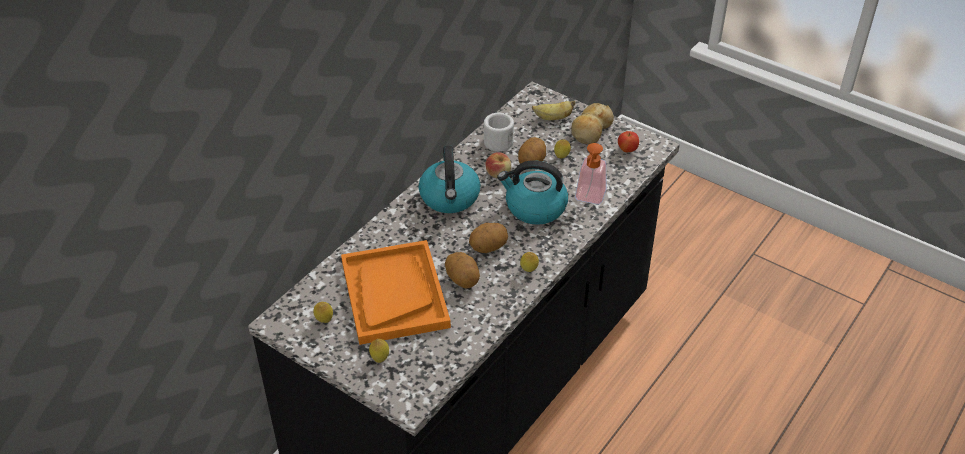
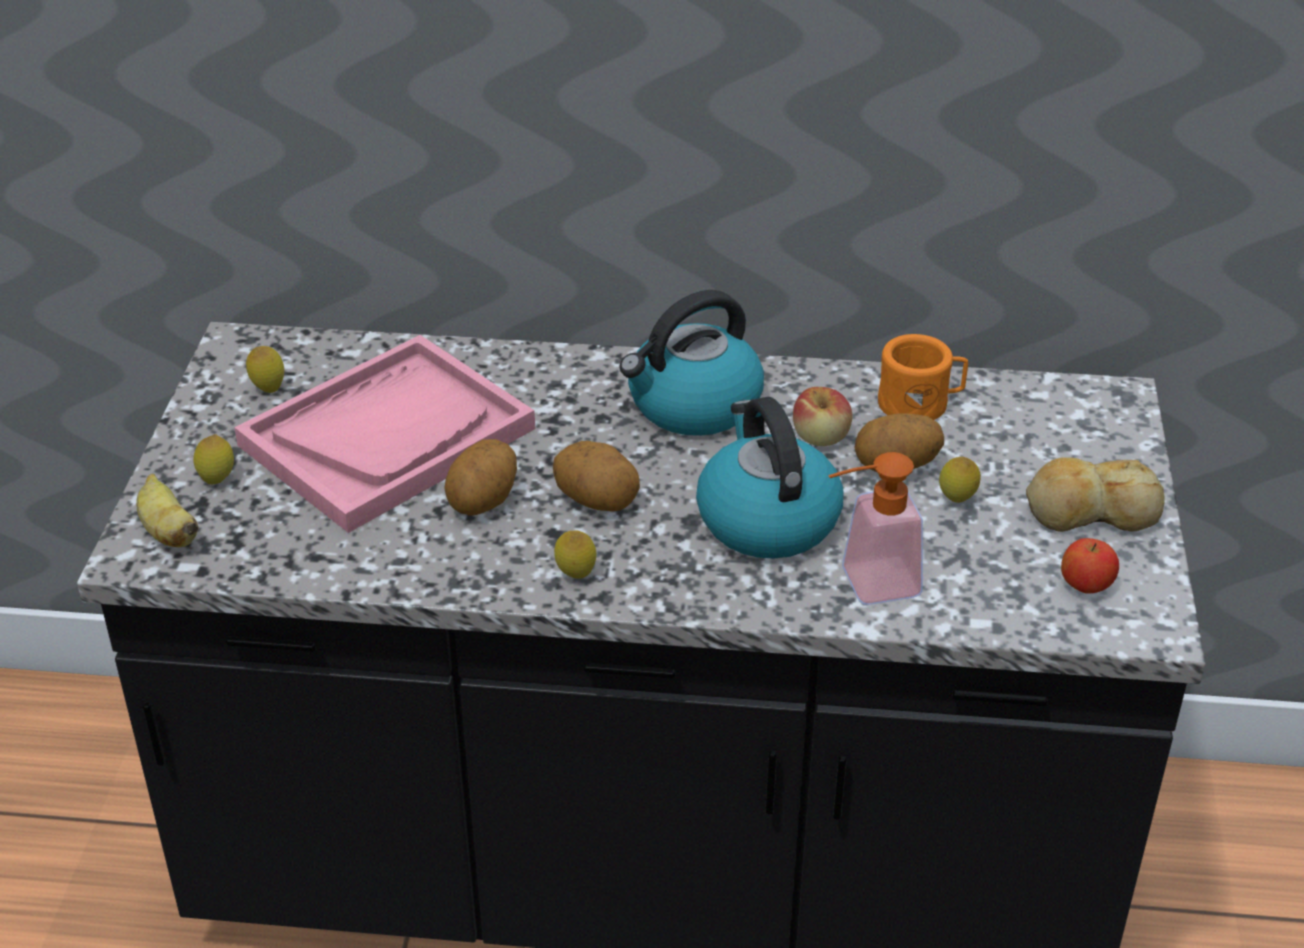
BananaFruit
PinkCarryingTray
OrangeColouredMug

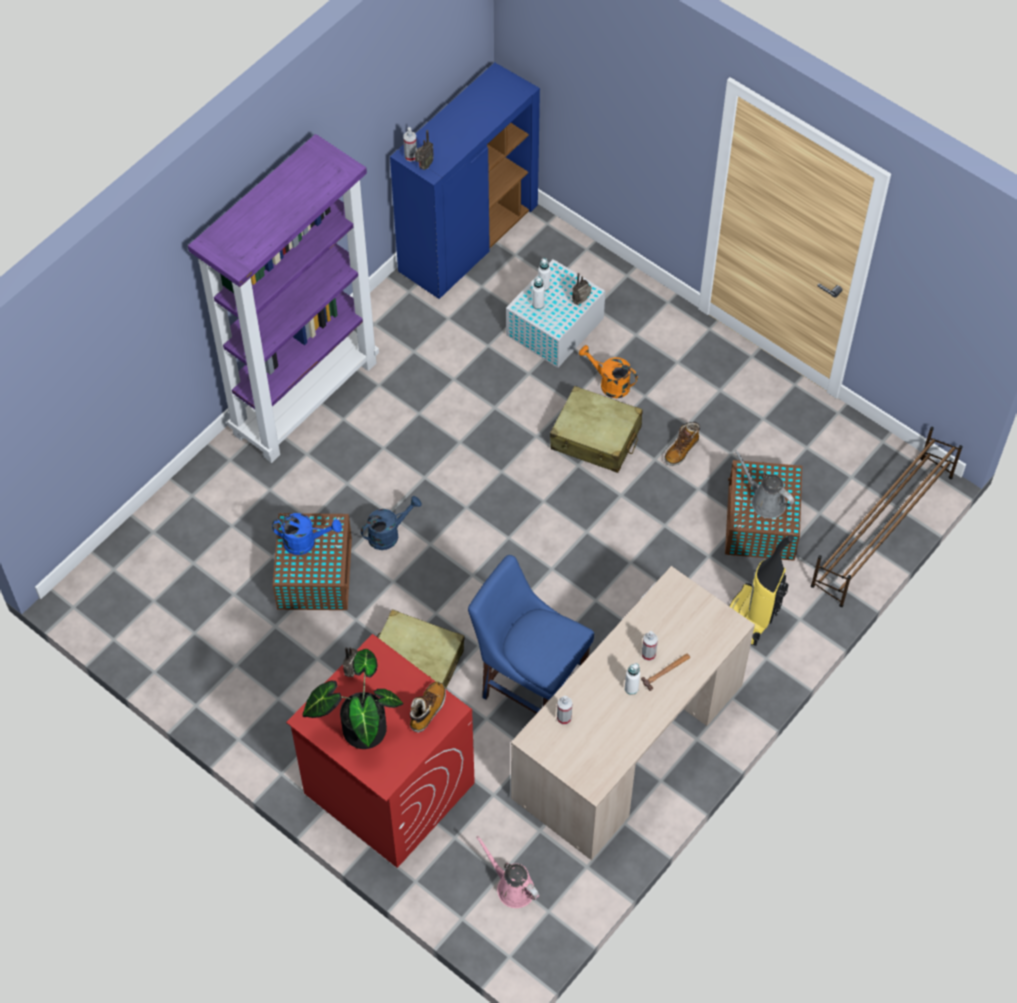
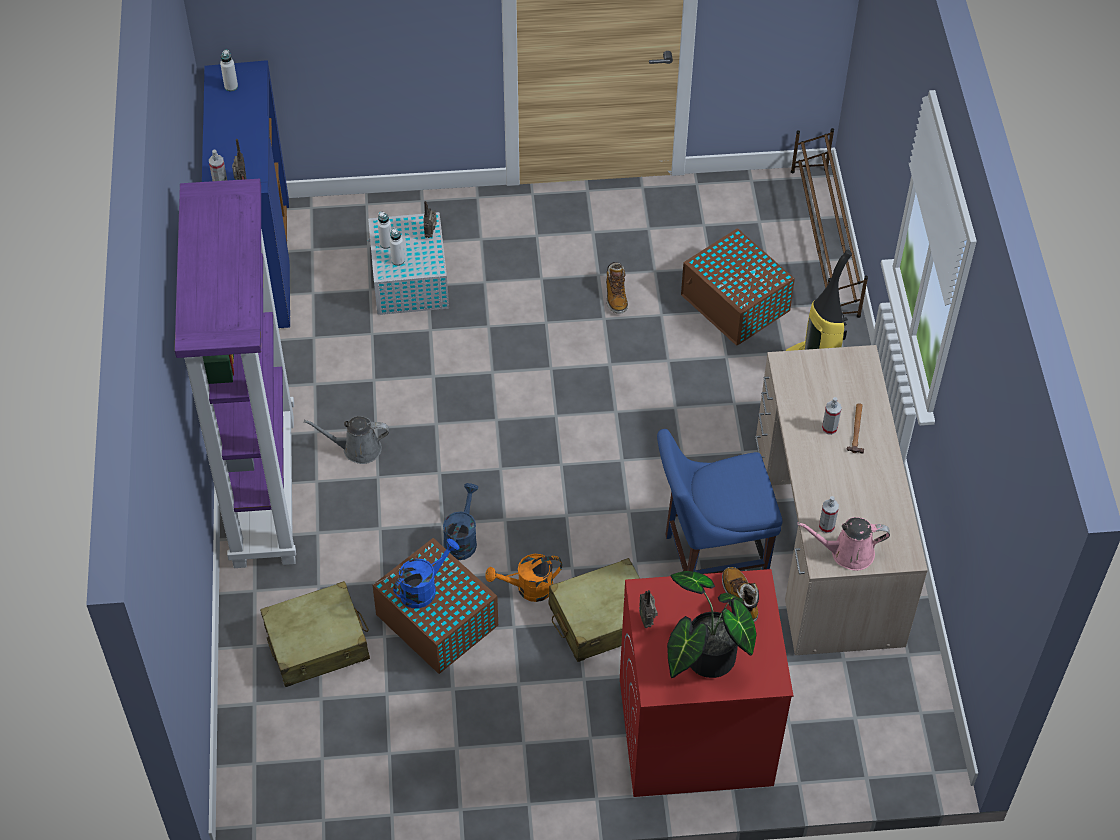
PinkWateringCan
BeigeTravelCase (1st from left)
OrangeColouredWateringCan
WhiteBeverageBottle (1st from left)
GrayWateringCan

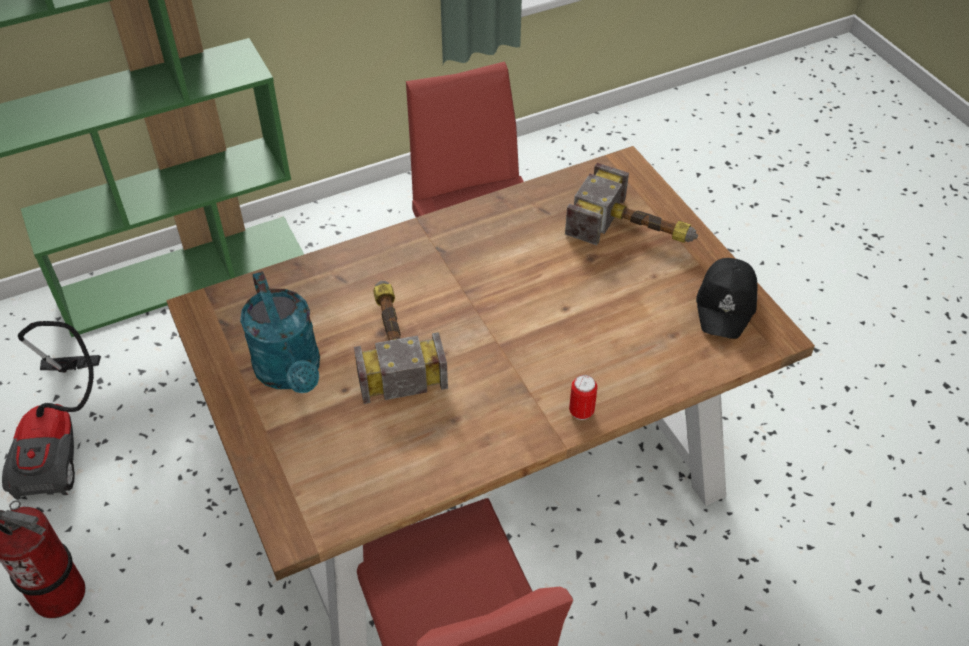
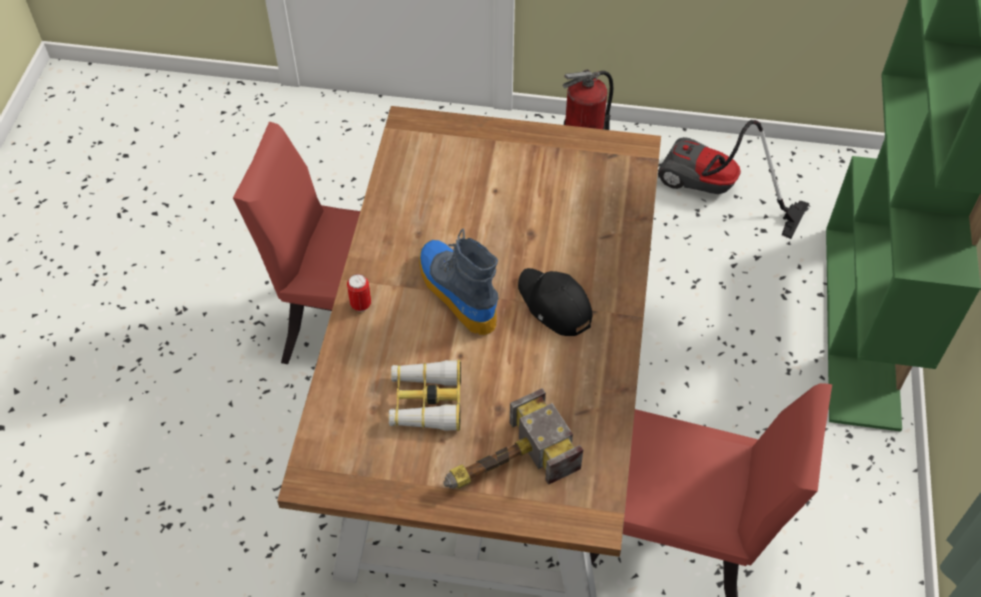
TurquoiseWateringCan
ToolHammer (1st from left in the first image)
Binoculars
Boot
BlackColouredBaseballCap

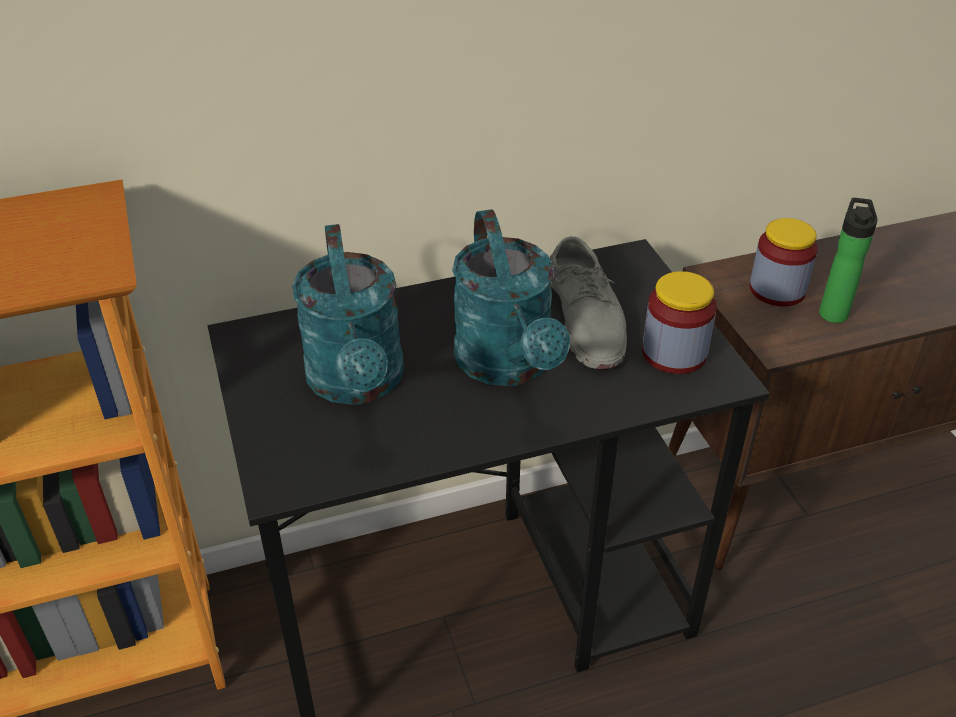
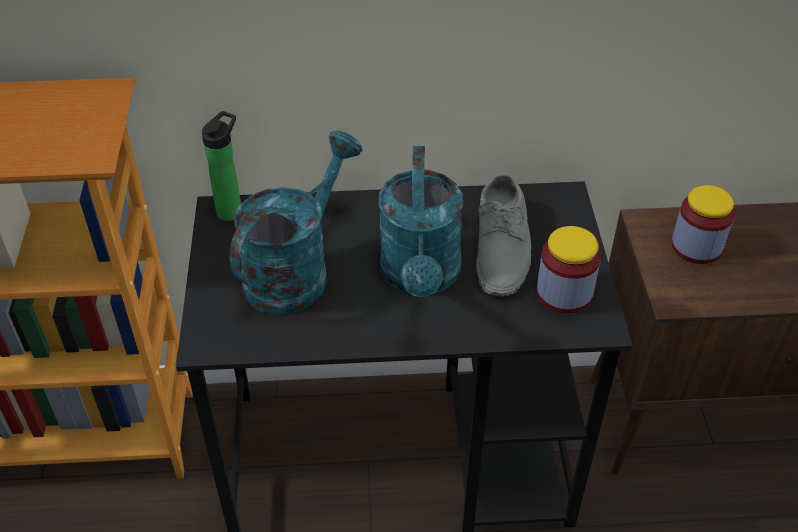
BeverageBottle
TurquoiseWateringCan (1st from left)

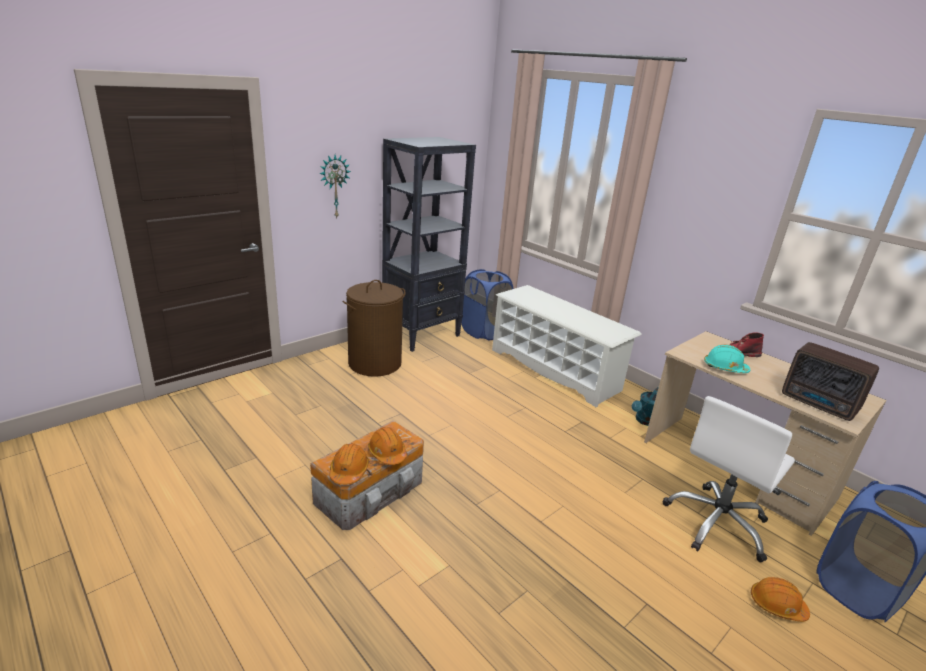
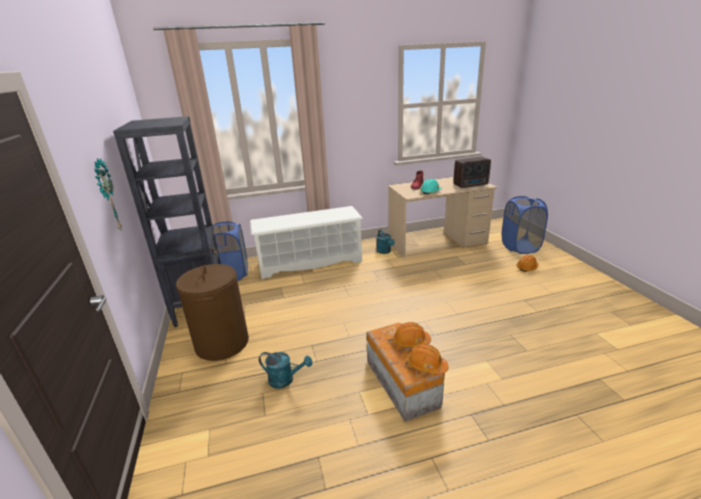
WhiteComputerChair
TurquoiseWateringCan (1st from left)

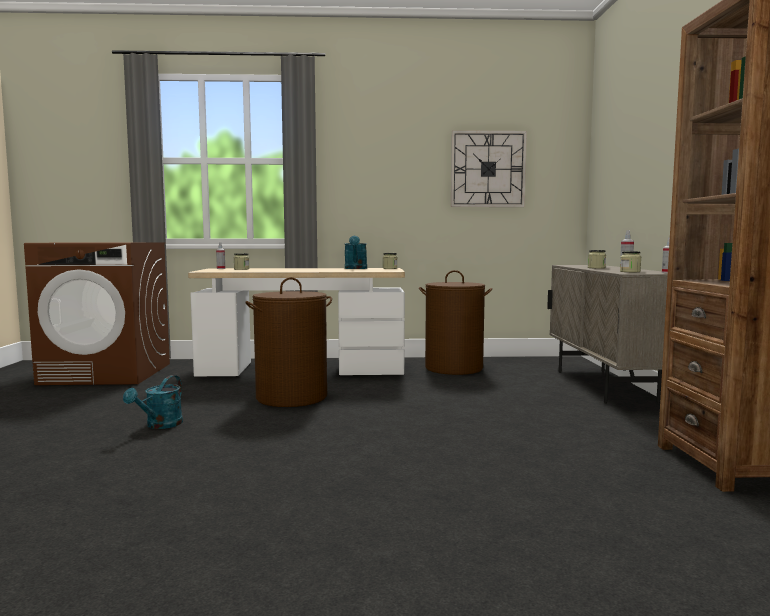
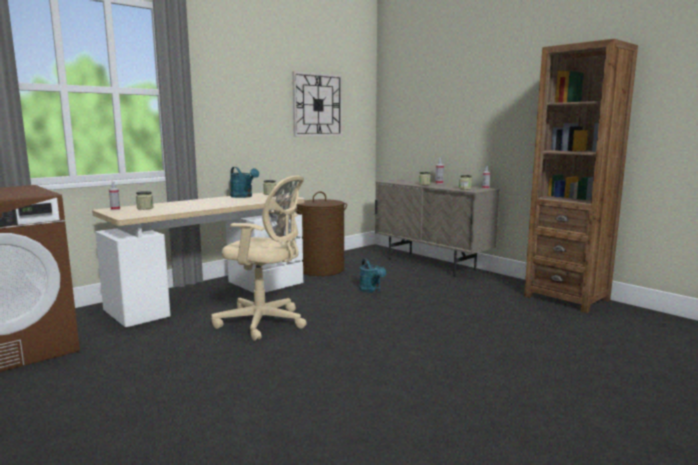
TurquoiseWateringCan (2nd from left)
BeigeComputerChair

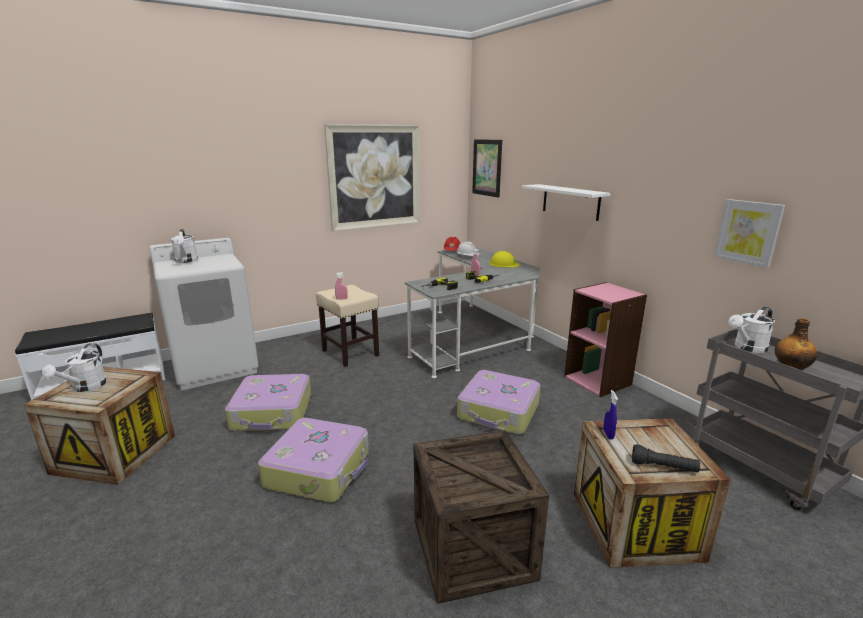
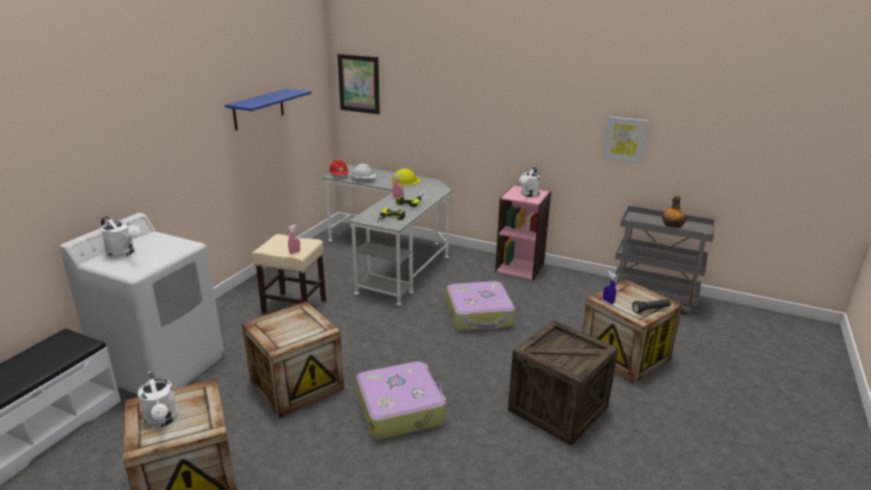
WhiteWallShelf
WhiteWateringCan (3rd from left)
PackingCrate (2nd from left)
BlueWallShelf

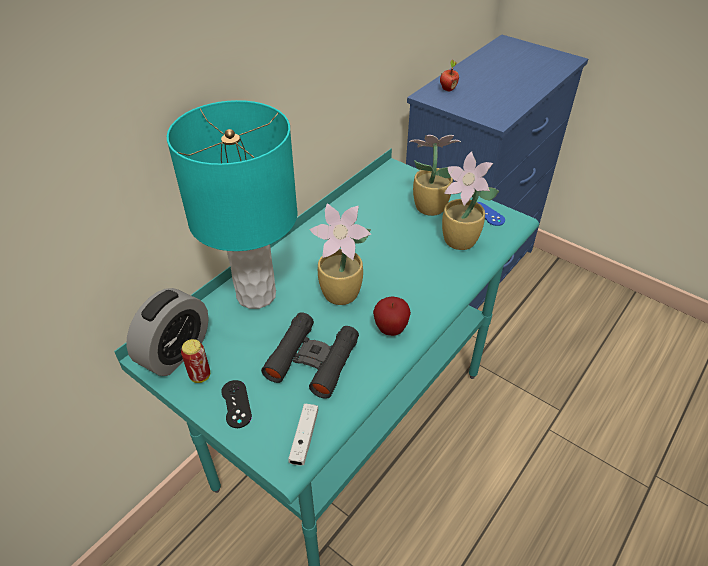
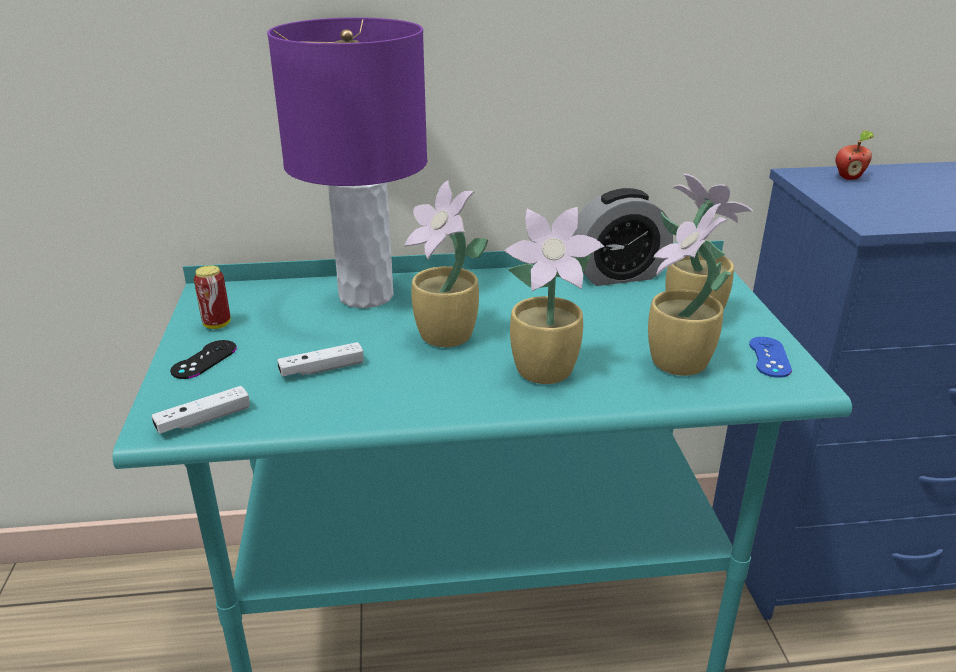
AppleFruit (1st from left in the first image)
PlantInAPot (2nd from left)
AlarmClock
WhiteGameController (2nd from left)
PurplishLampForATable

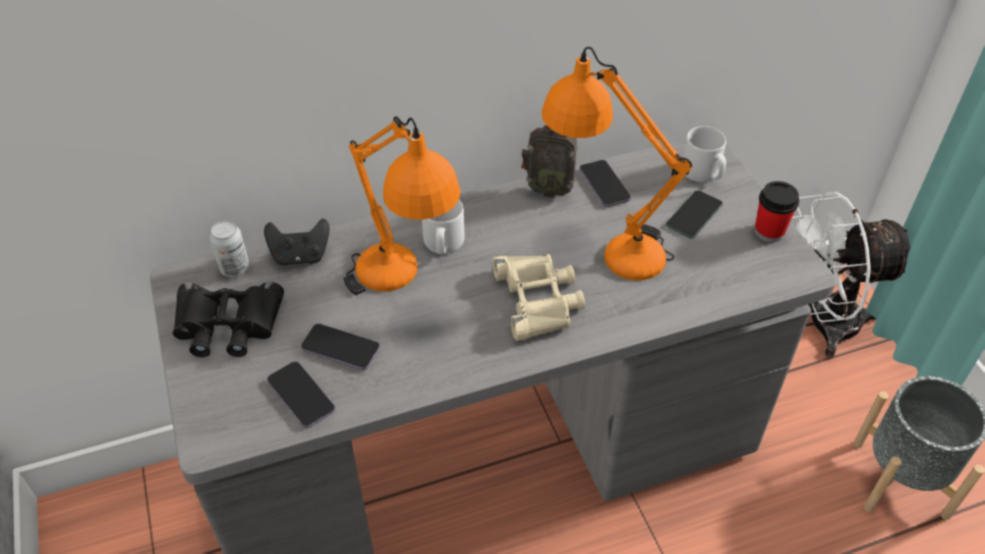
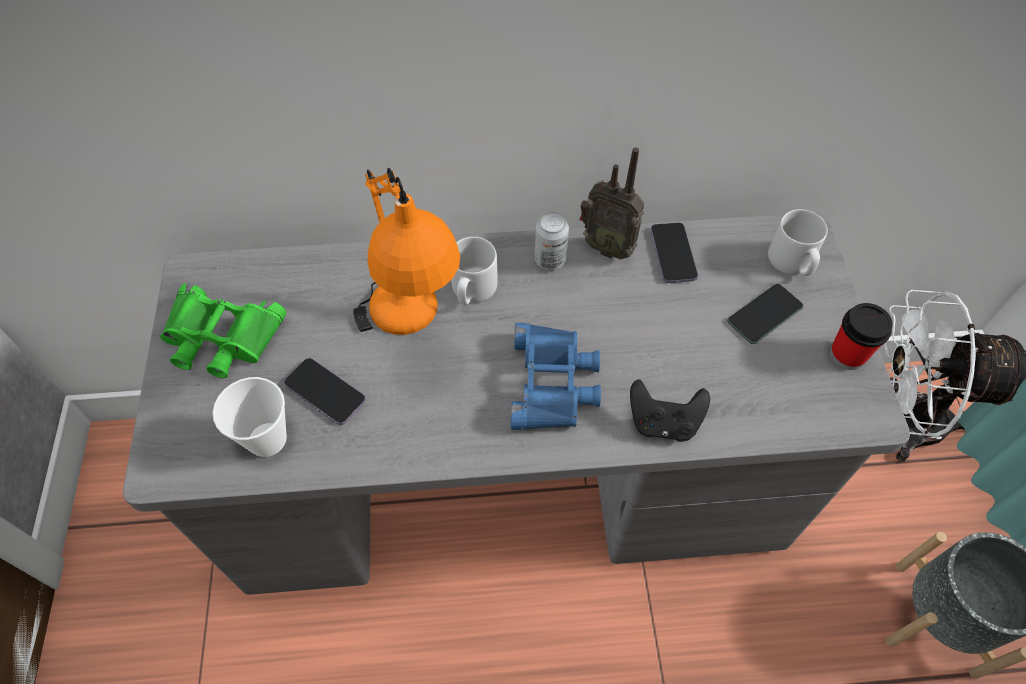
OrangeColouredLampForATable (2nd from left in the first image)
MetalCan
BlackColouredGameController
SmallCup (1st from left)
GreenishBinoculars
BlueBinoculars

